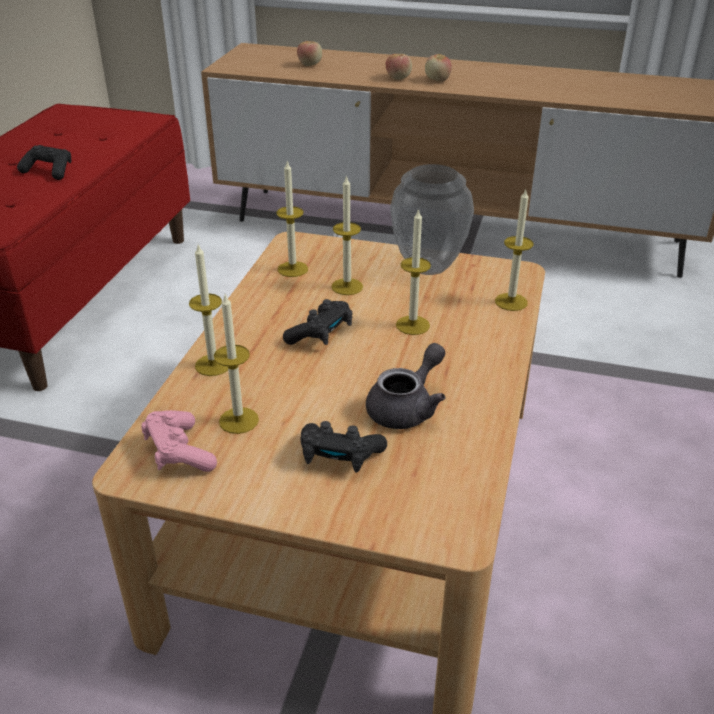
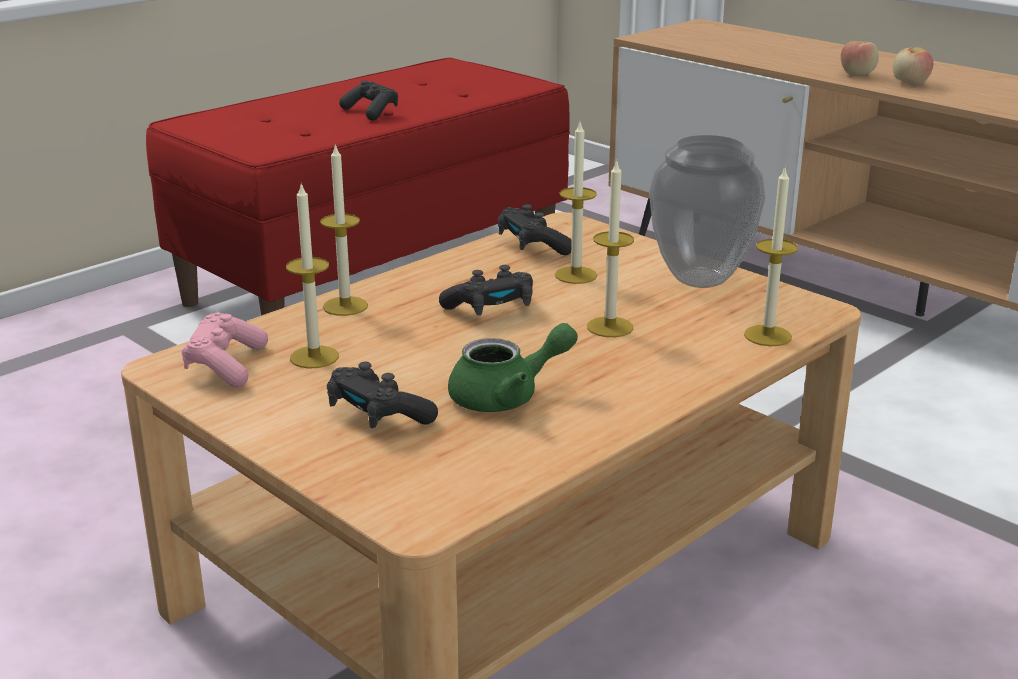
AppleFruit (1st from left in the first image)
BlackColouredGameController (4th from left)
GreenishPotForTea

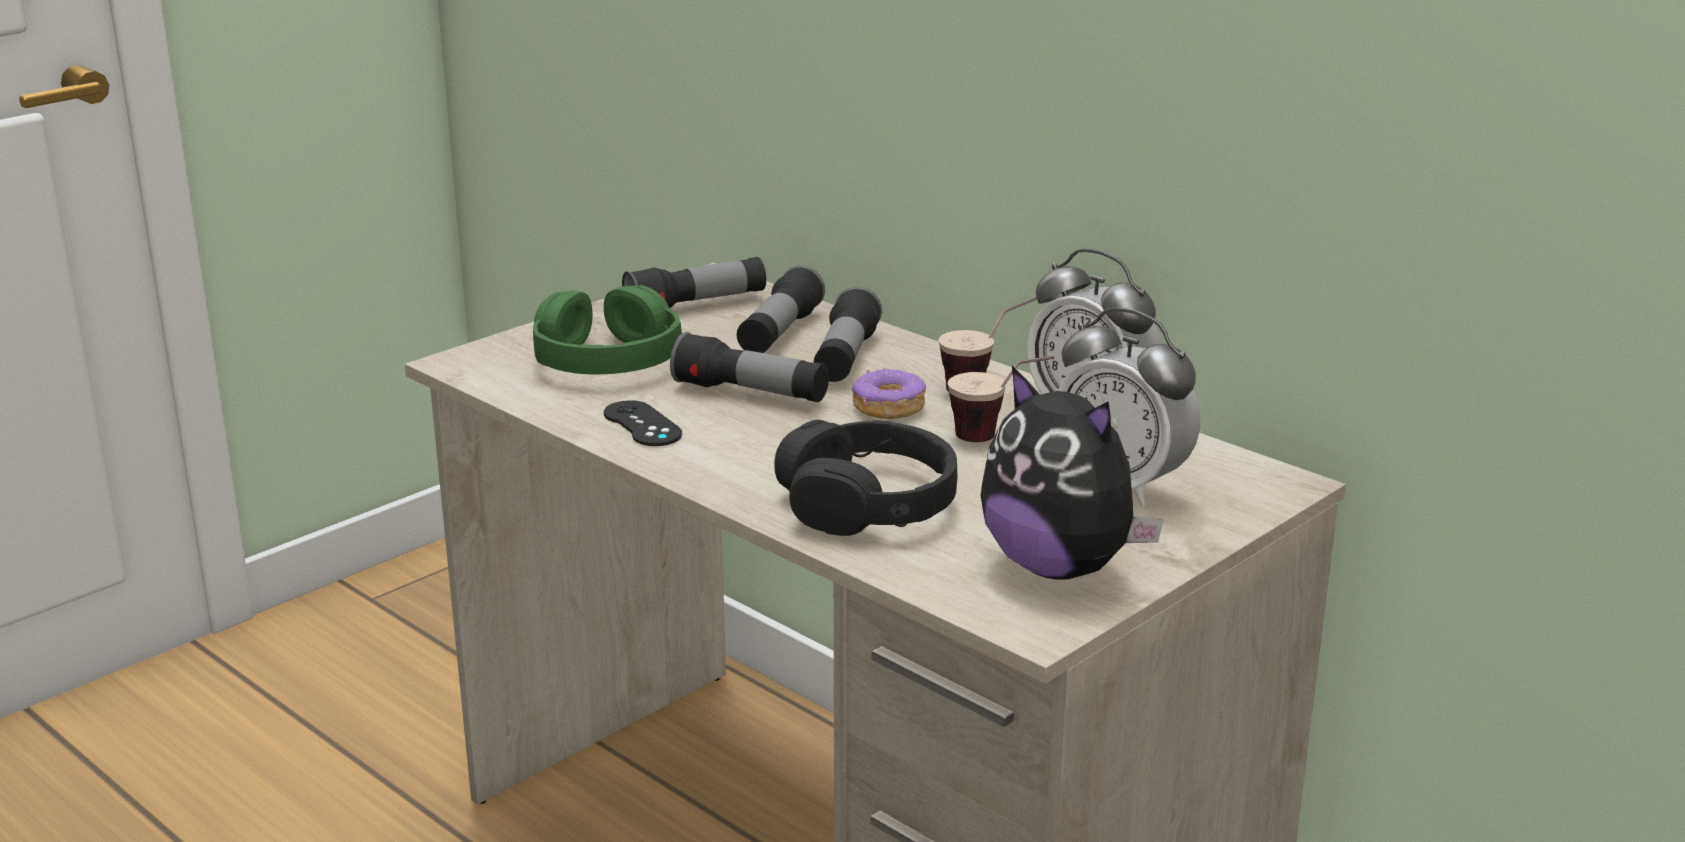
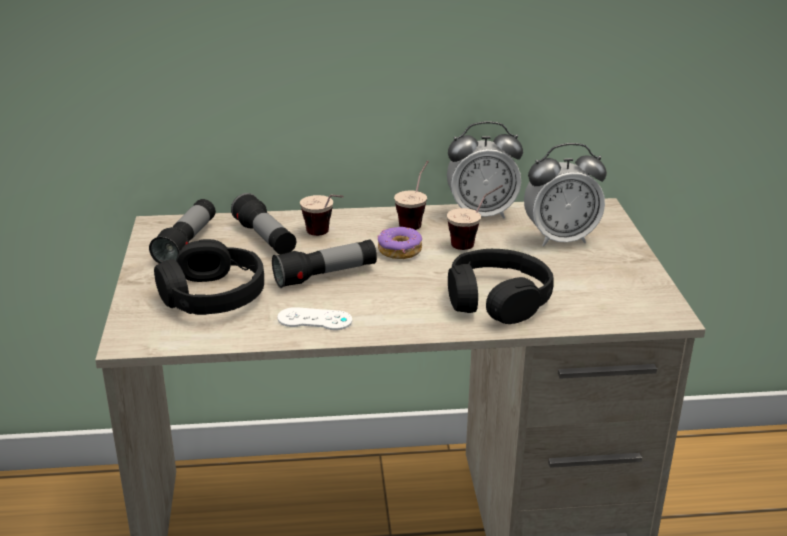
SoftToy
SmallCup (1st from left)
BlackColouredHeadphones (1st from left)
WhiteGameController

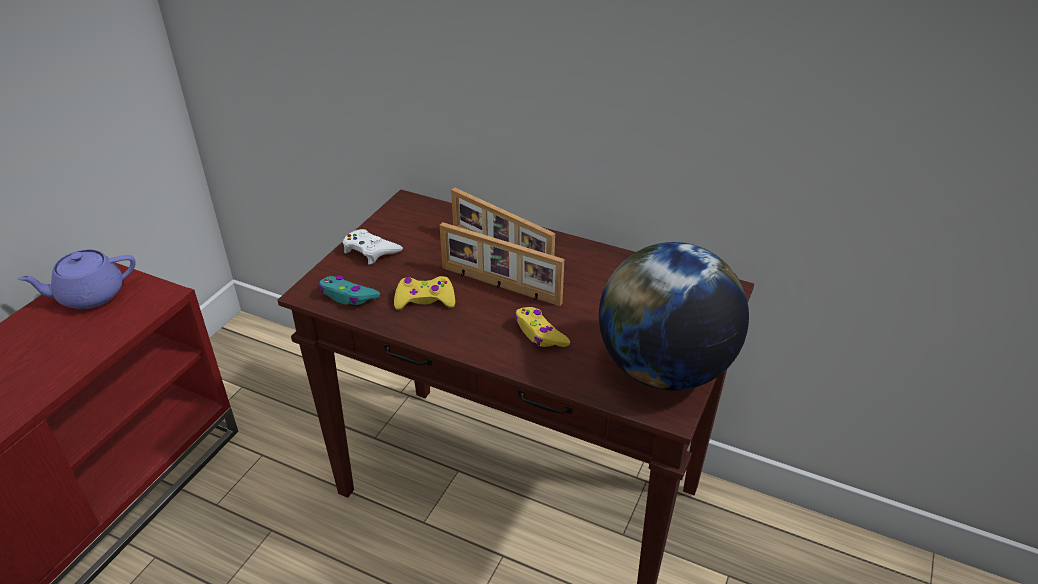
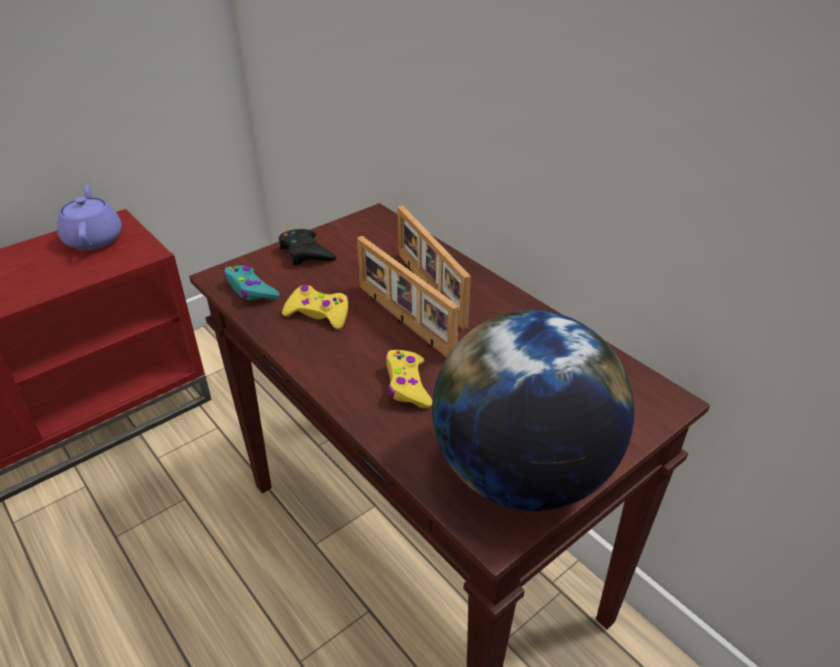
BlackColouredGameController
PurplishPotForTea

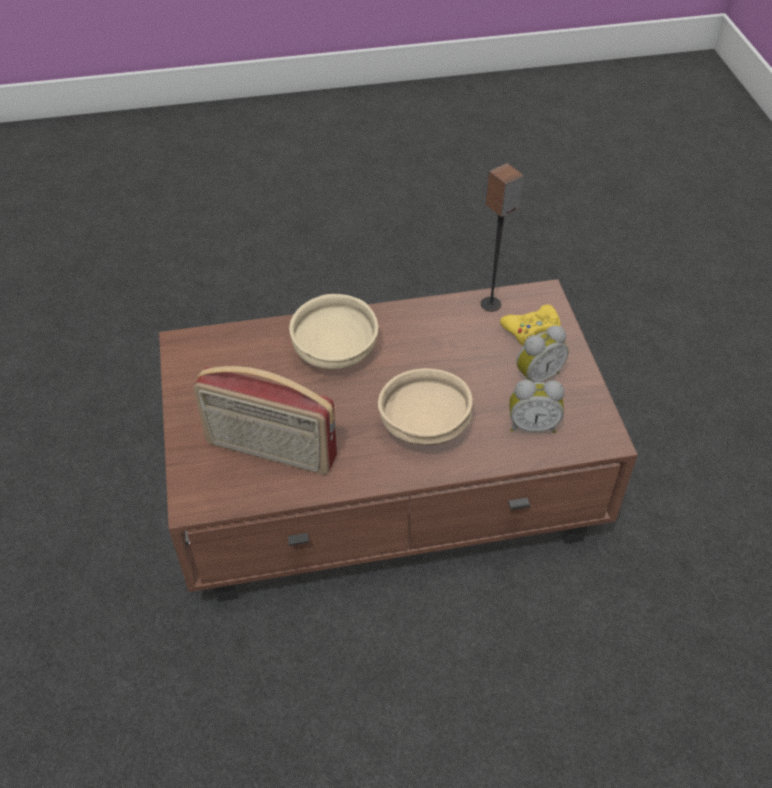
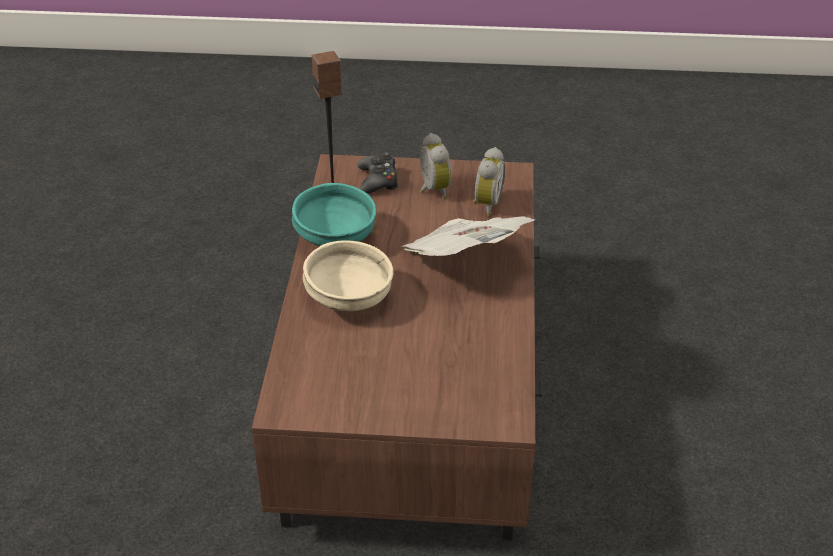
RadioReceiver
TurquoiseServingBowl
DailyPaper
BlackColouredGameController

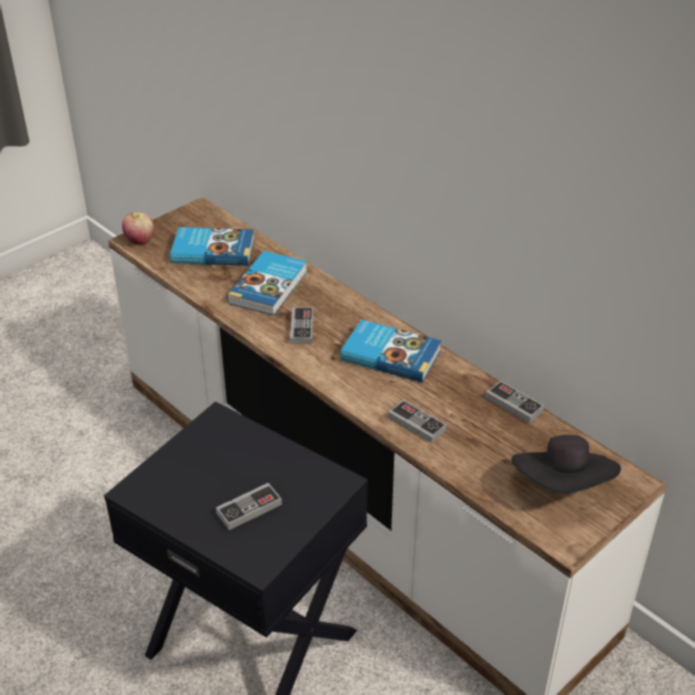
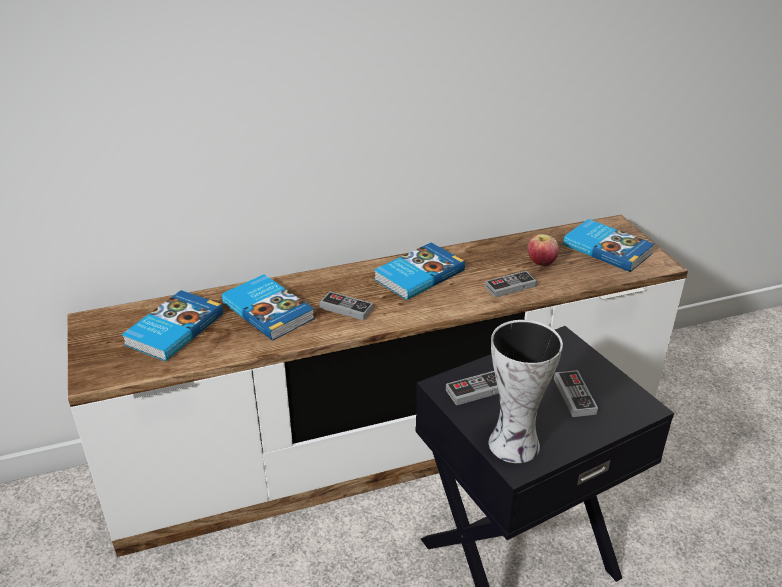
Vase
AppleFruit
GameController (2nd from left)
BoundBook (4th from left)

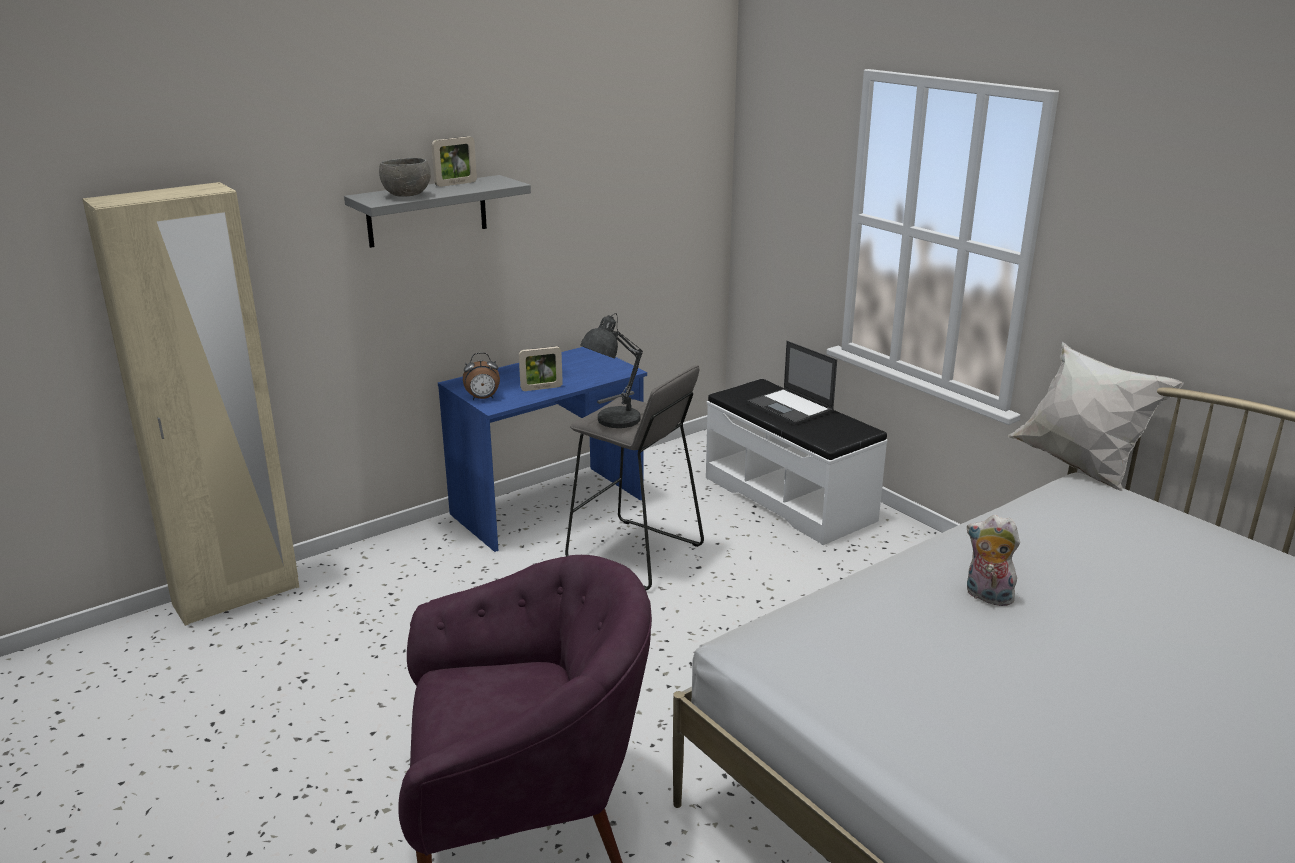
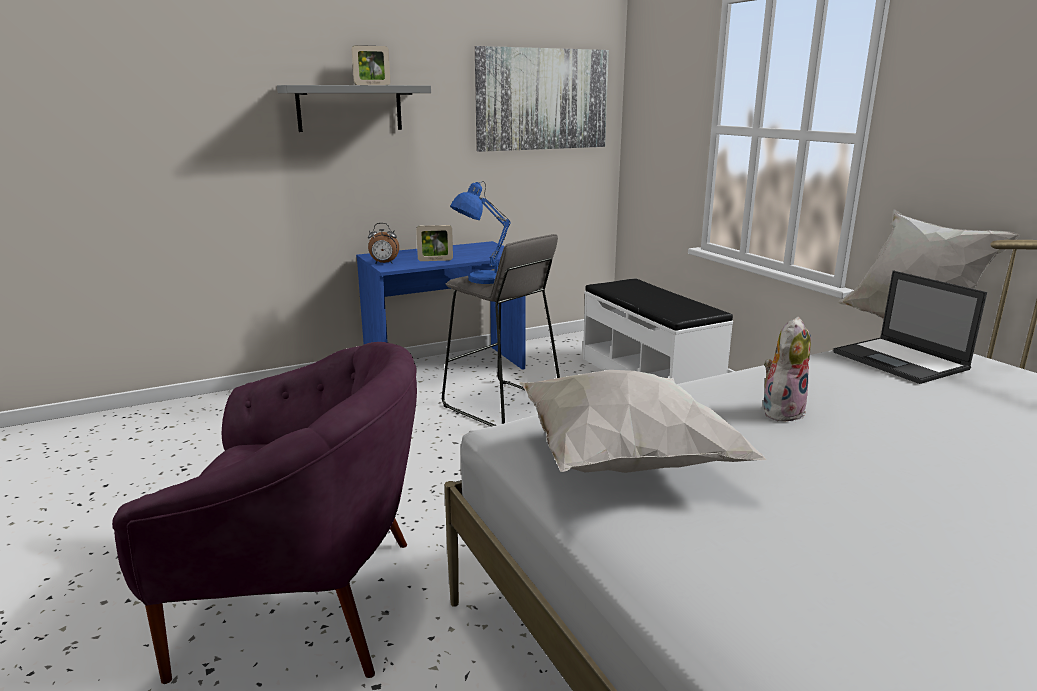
BeigeArmoire
GrayServingBowl
Picture
WhitePillow (1st from left)
NotebookComputer
BlueLampForATable
SoftToy

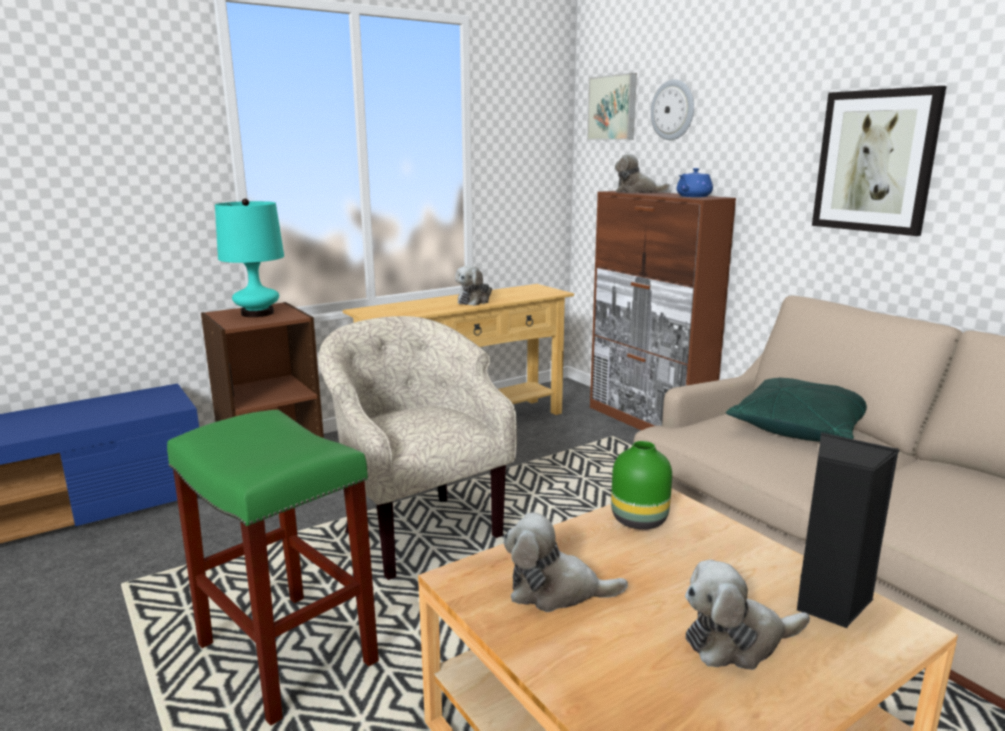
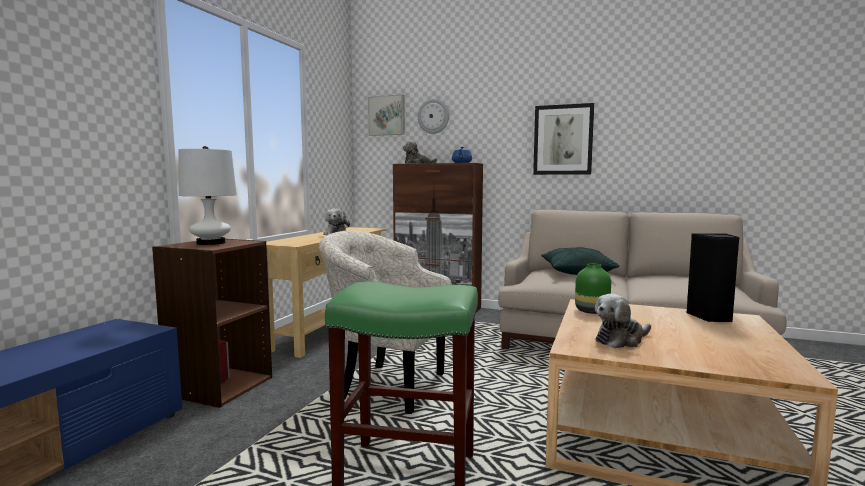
SoftToy (4th from left in the first image)
WhiteLampForATable

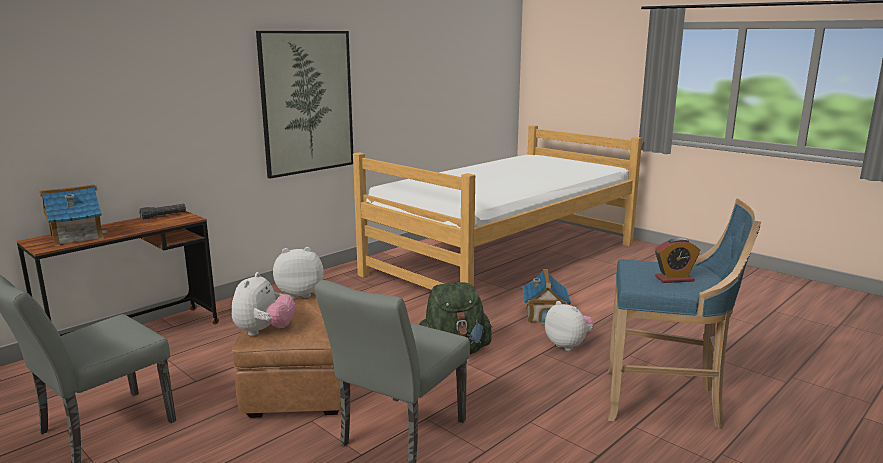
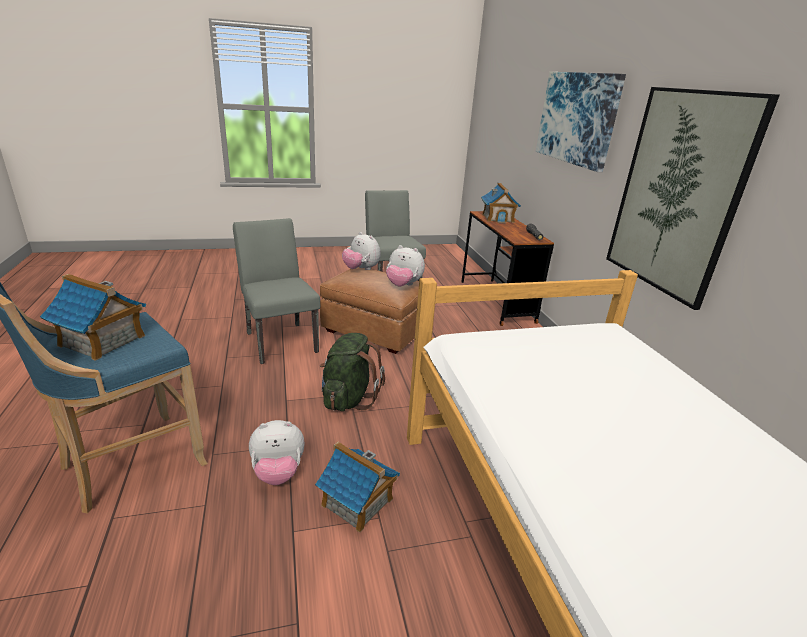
Picture (1st from left)
ModelHouse (1st from left)
SoftToy (3rd from left)

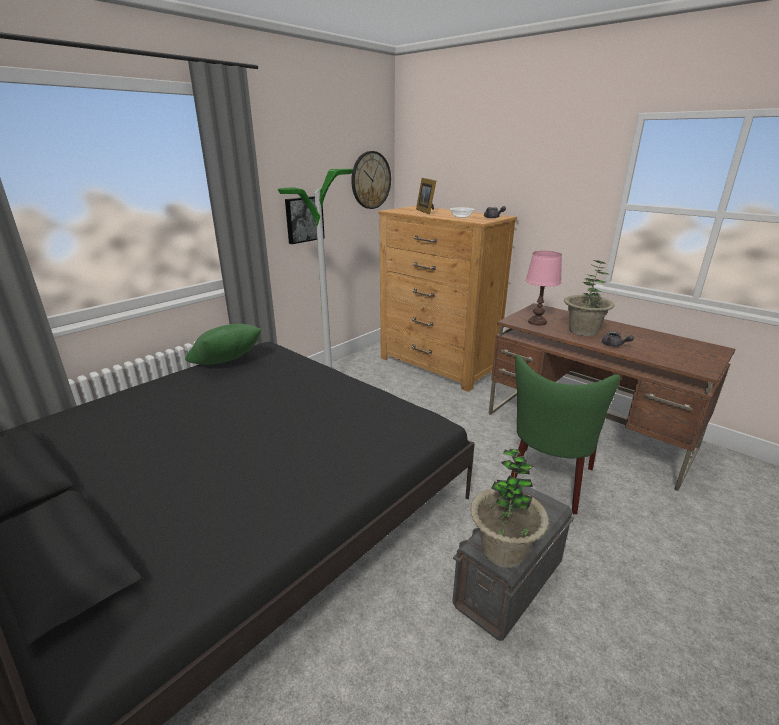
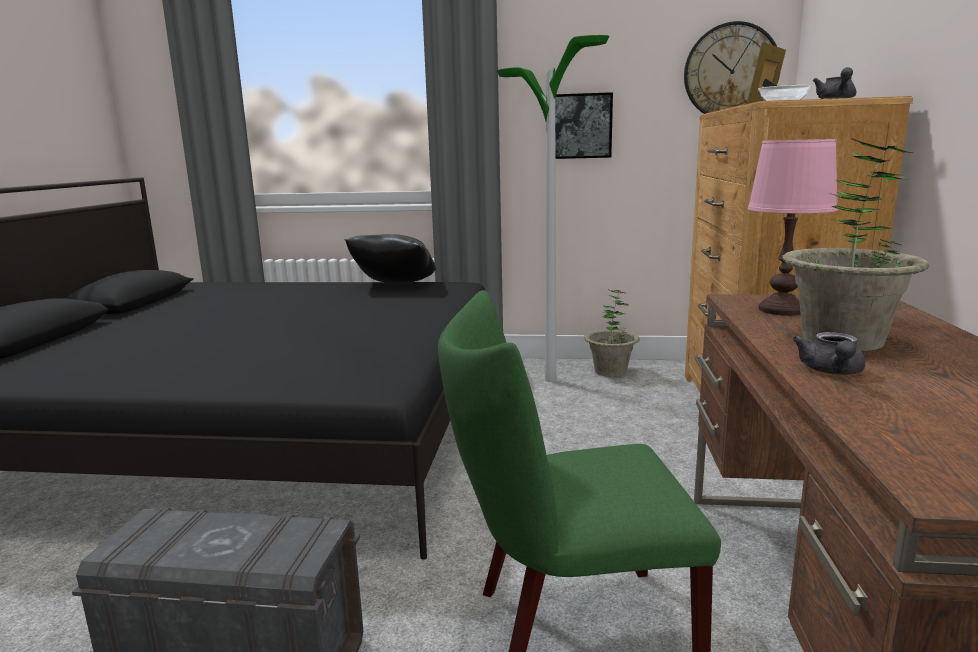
PlantInAPot (1st from left)
BlackColouredPillow

